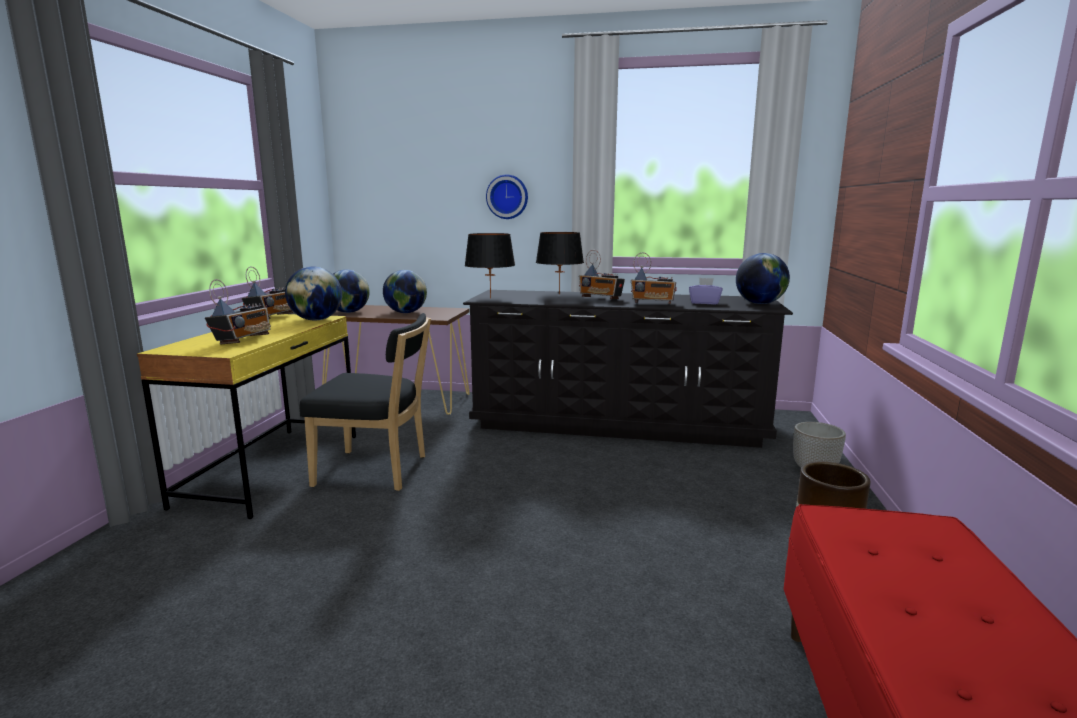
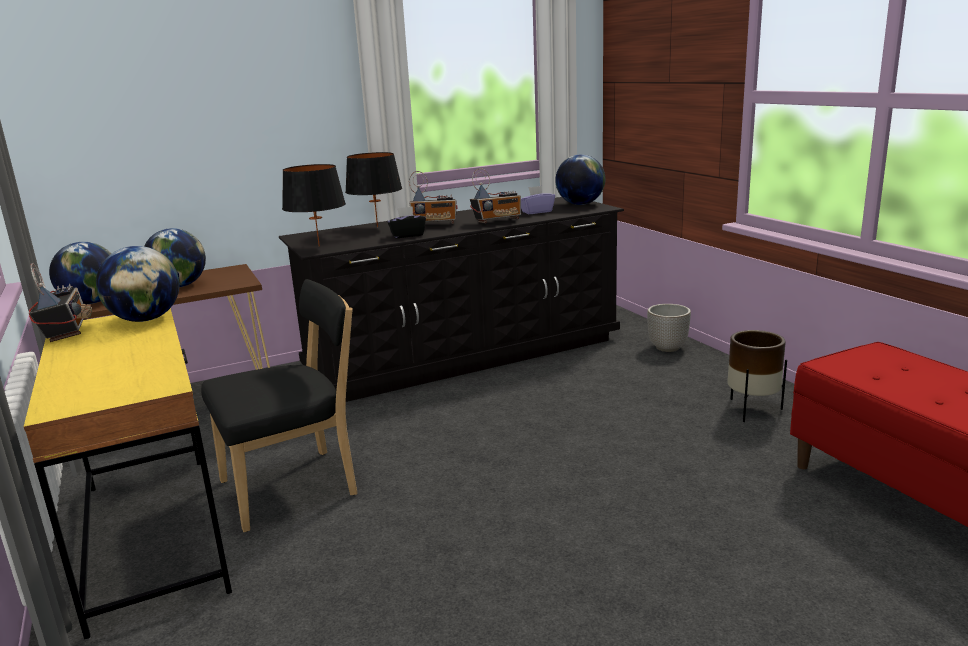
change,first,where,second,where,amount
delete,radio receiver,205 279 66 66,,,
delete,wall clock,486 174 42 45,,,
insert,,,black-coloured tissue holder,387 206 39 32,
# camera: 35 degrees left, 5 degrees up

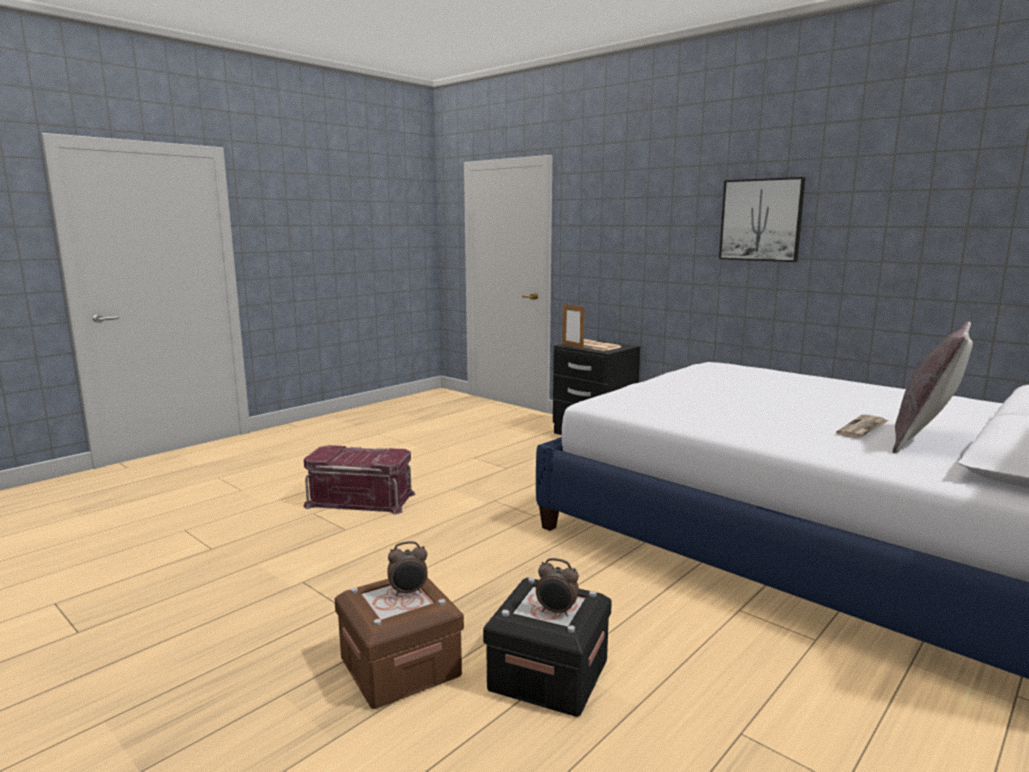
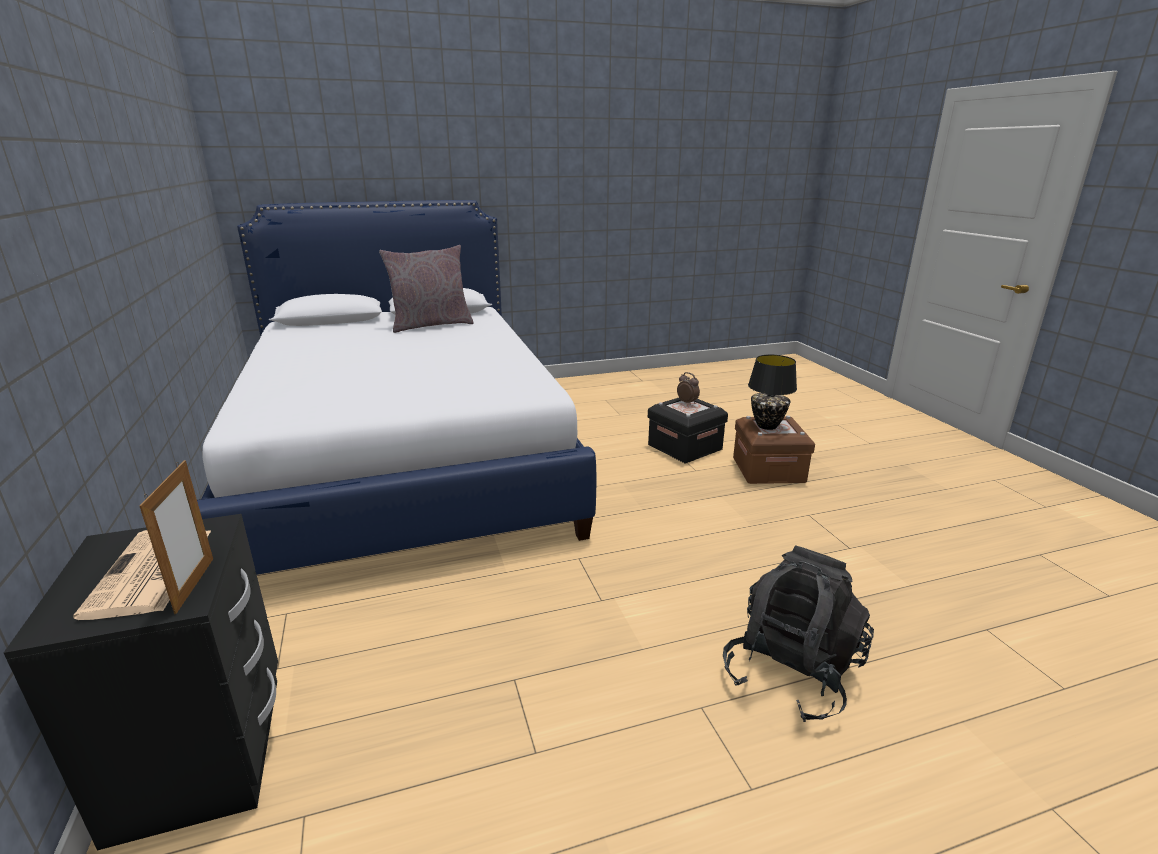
change,first,where,second,where,amount
replace,reddish storage bin,303 445 113 70,black-coloured rucksack,723 545 151 177,
replace,alarm clock,387 541 41 55,black-coloured table lamp,748 355 49 75,
delete,wall picture,719 177 87 85,,,
delete,printed paper,836 415 53 23,,,
# camera: 150 degrees left, 10 degrees up

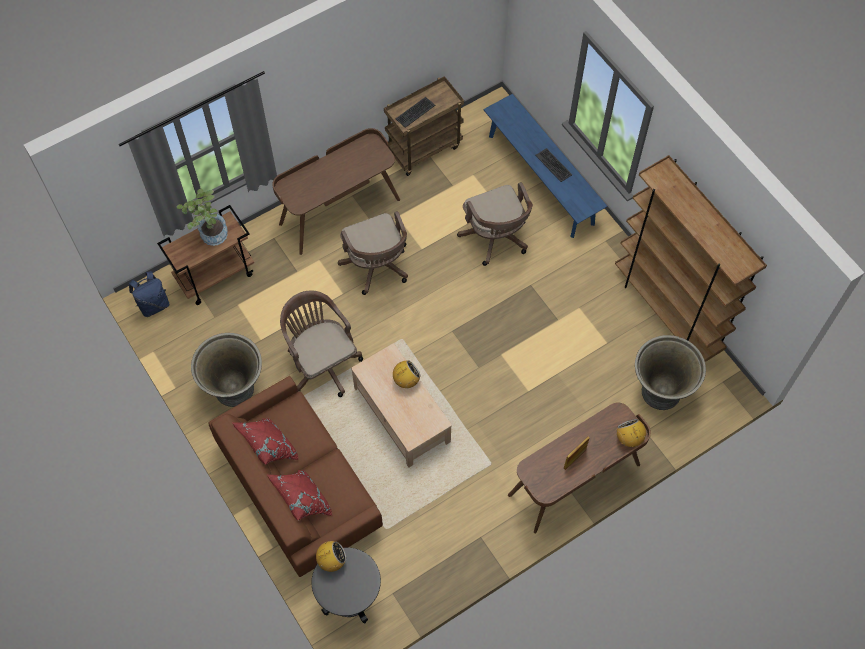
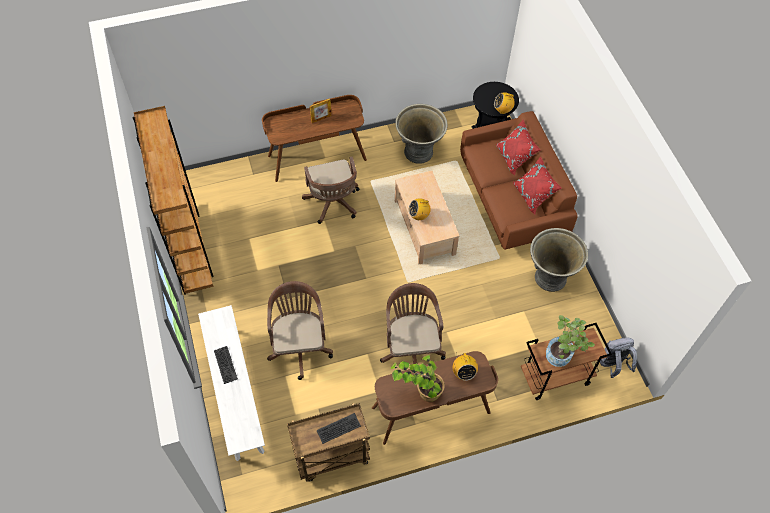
change,first,where,second,where,amount
recolor,blue rucksack,129 271 40 46,gray rucksack,600 337 37 41,
move,brown office chair,280 290 83 107,,302 157 57 67,
recolor,blue indoor bench,483 94 124 144,whitish indoor bench,198 305 67 156,
move,radio receiver,617 419 29 28,,453 353 25 28,
move,gray planter,635 335 71 75,,395 104 53 60,
insert,,,potted plant,390 355 55 47,
# camera: 165 degrees left, 5 degrees down

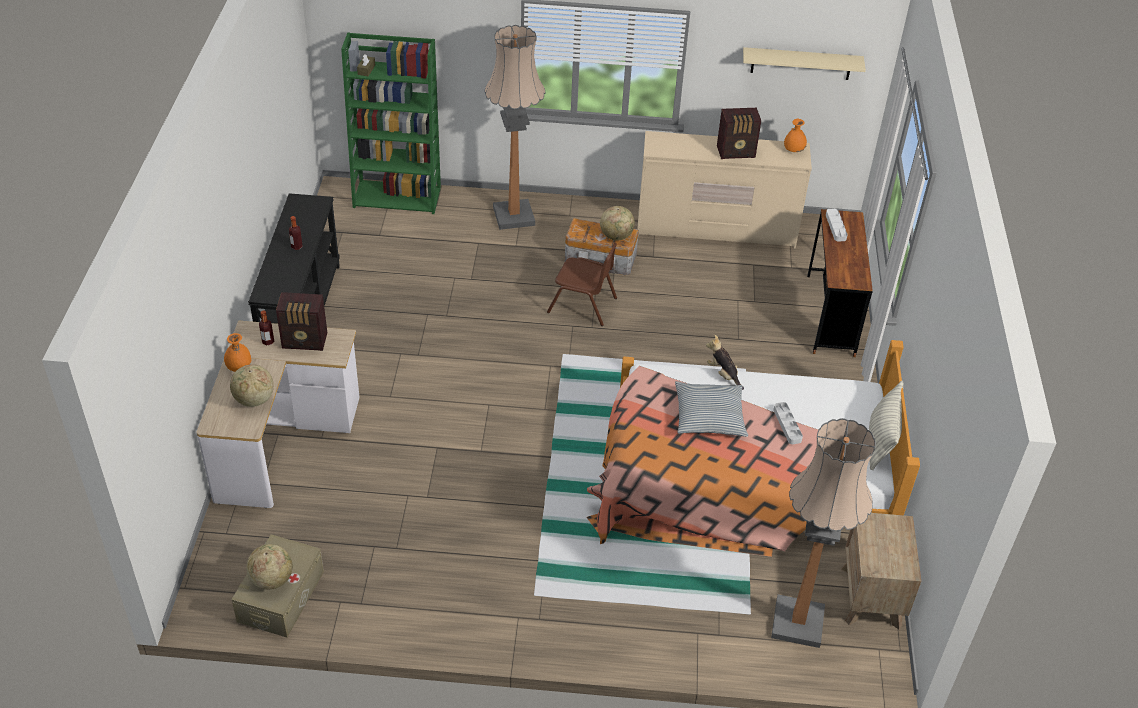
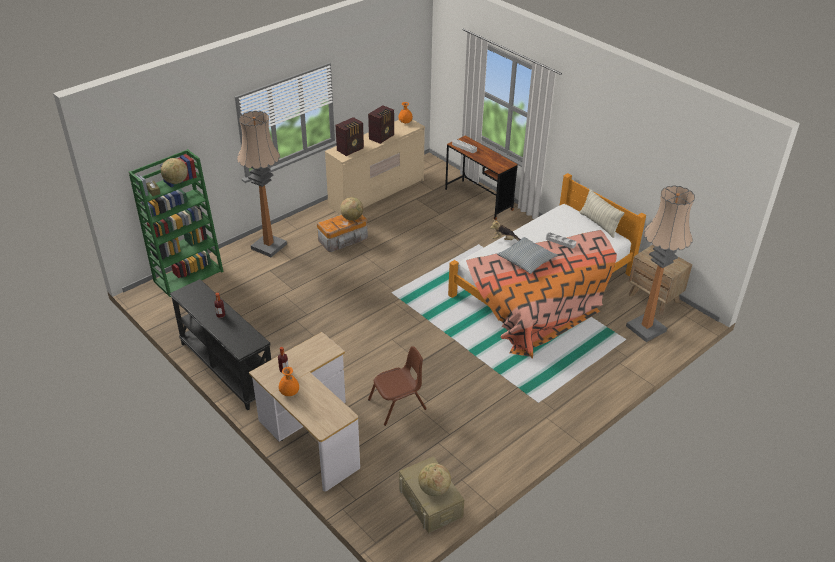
change,first,where,second,where,amount
move,world globe,230 364 44 43,,161 158 27 26,
move,radio receiver,276 292 51 59,,336 117 28 39,
move,brown upright chair,547 243 70 83,,368 346 59 80,
delete,beige-coloured wall shelf,743 47 123 33,,,
# camera: 45 degrees left, 5 degrees down

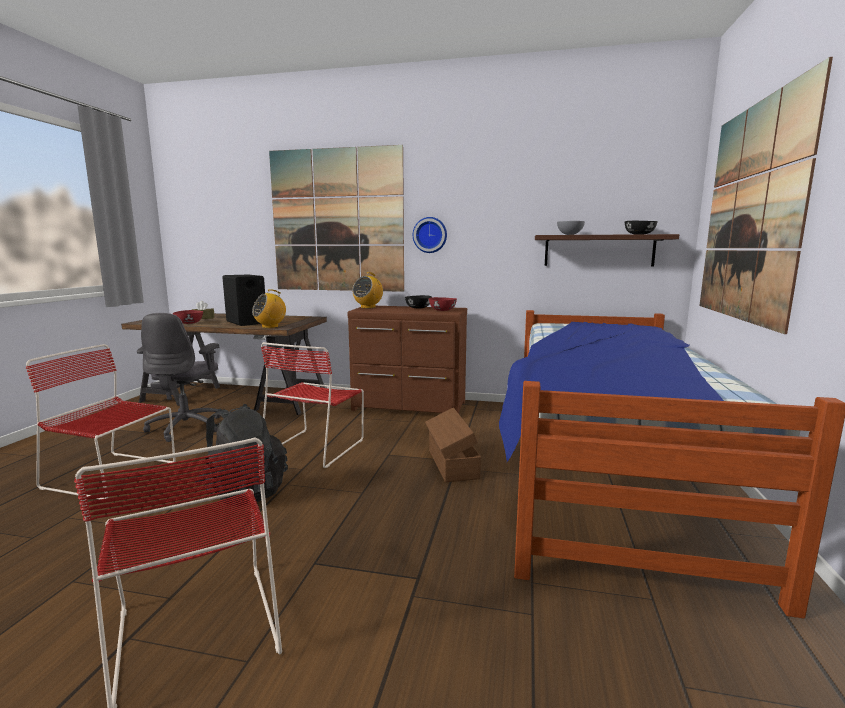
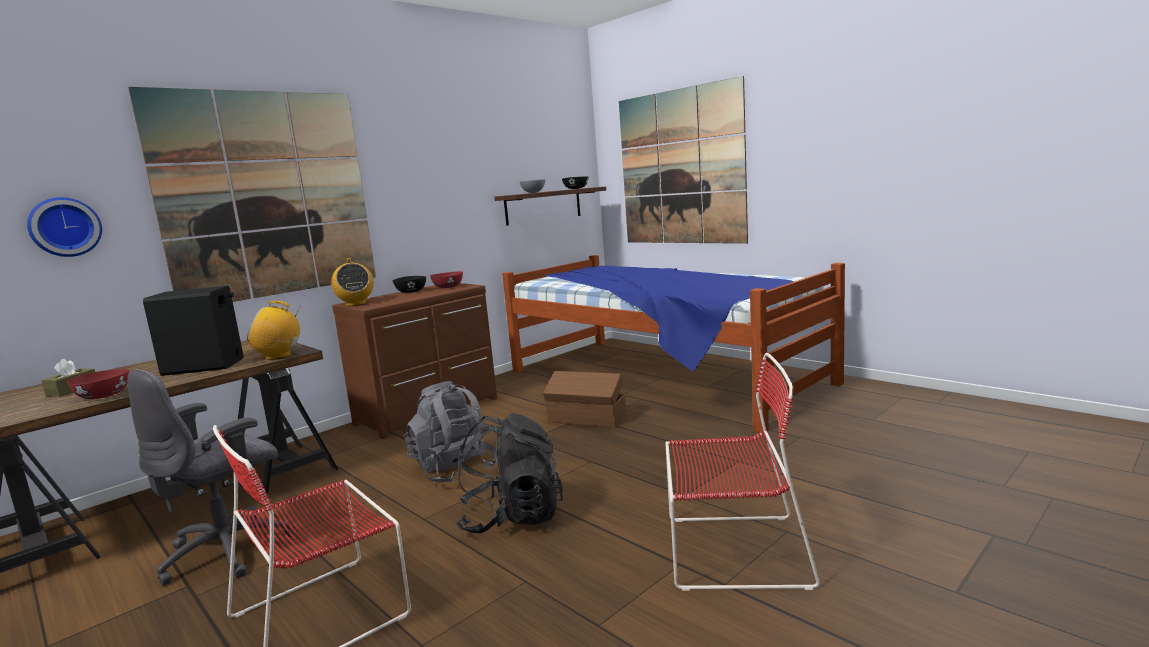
change,first,where,second,where,amount
rotate,gray office chair,137 313 84 129,,127 369 167 217,90 degrees clockwise
rotate,radio receiver,252 289 34 39,,247 301 54 59,90 degrees clockwise
replace,reddish upright chair,261 342 103 126,gray rucksack,404 381 94 102,
move,wall clock,413 217 34 36,,27 197 75 60,
# camera: 55 degrees left, 0 degrees up

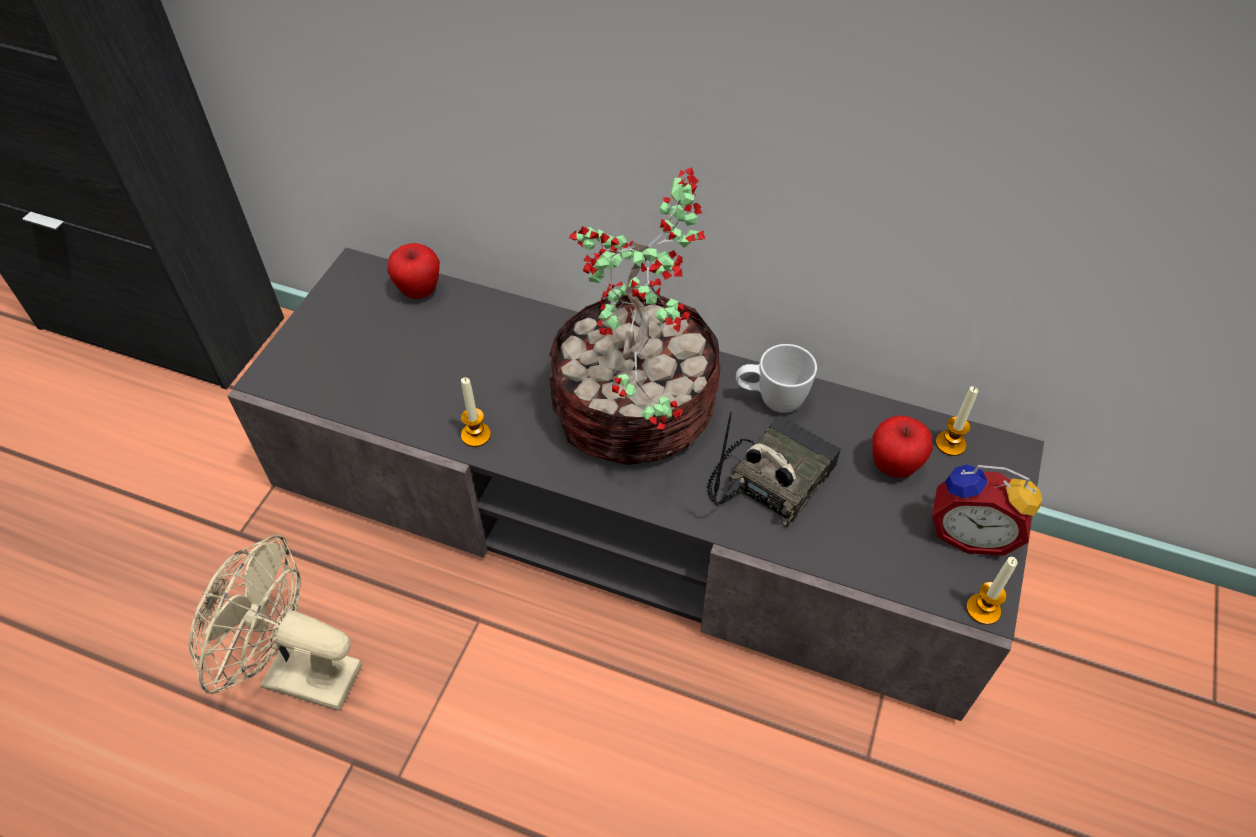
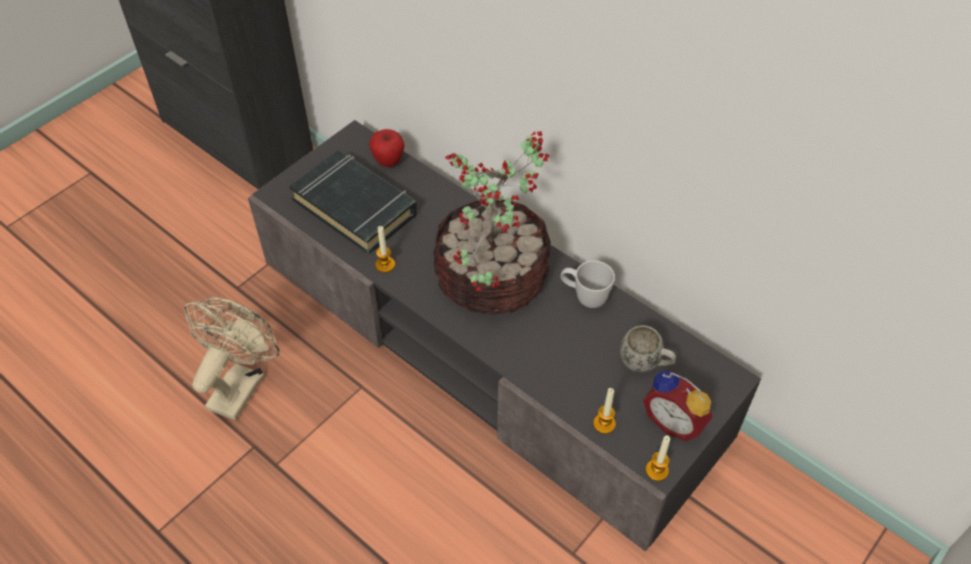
change,first,where,second,where,amount
rotate,beige-coloured fan,189 535 173 176,,184 297 95 123,75 degrees clockwise
delete,radio receiver,707 411 134 117,,,
replace,apple fruit,872 415 61 63,whitish coffee mug,620 325 56 48,
move,candle,936 386 42 70,,593 388 23 46,
insert,,,black-coloured bound book,289 150 128 104,
# camera: 20 degrees right, 0 degrees up

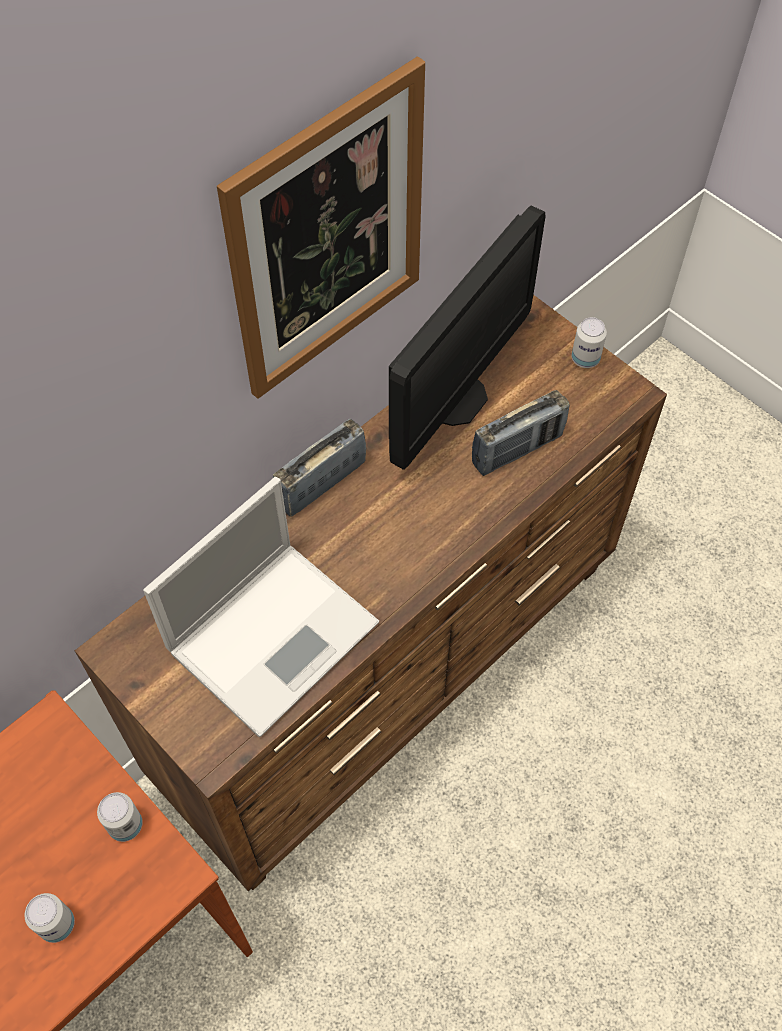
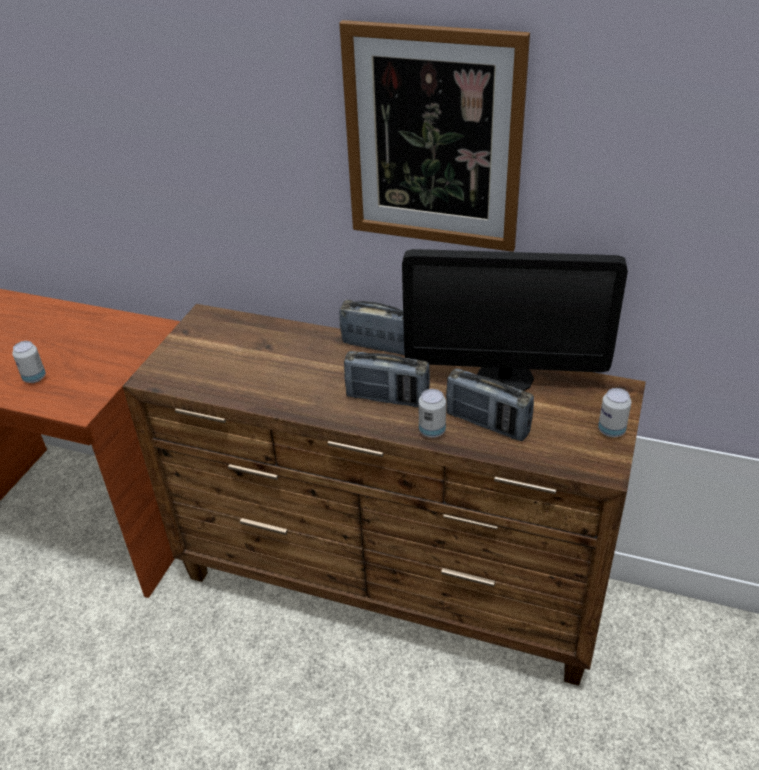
change,first,where,second,where,amount
move,can,97 792 46 50,,418 389 28 49,
delete,portable computer,143 477 236 260,,,
insert,,,radio receiver,344 351 86 57,
# camera: 65 degrees right, 20 degrees down

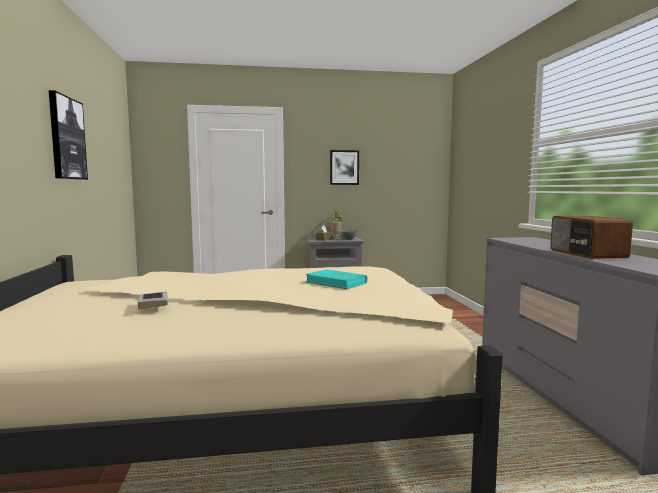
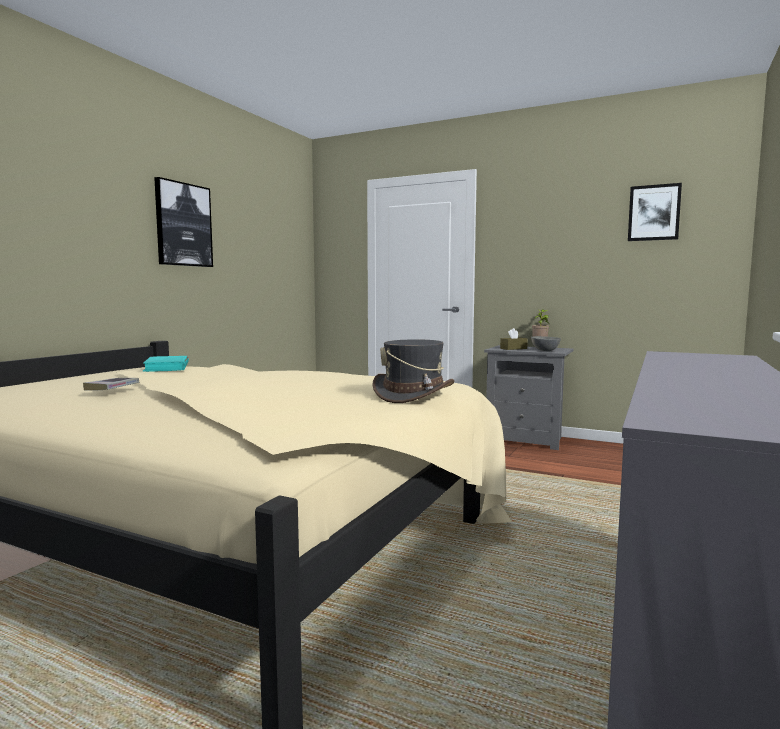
change,first,where,second,where,amount
move,turquoise-coloured bound book,305 269 63 20,,143 356 46 16,
move,wall picture,330 150 29 35,,628 183 54 58,
delete,radio receiver,550 216 83 43,,,
insert,,,gray wearable hat,372 339 82 64,
# camera: 35 degrees right, 0 degrees up

